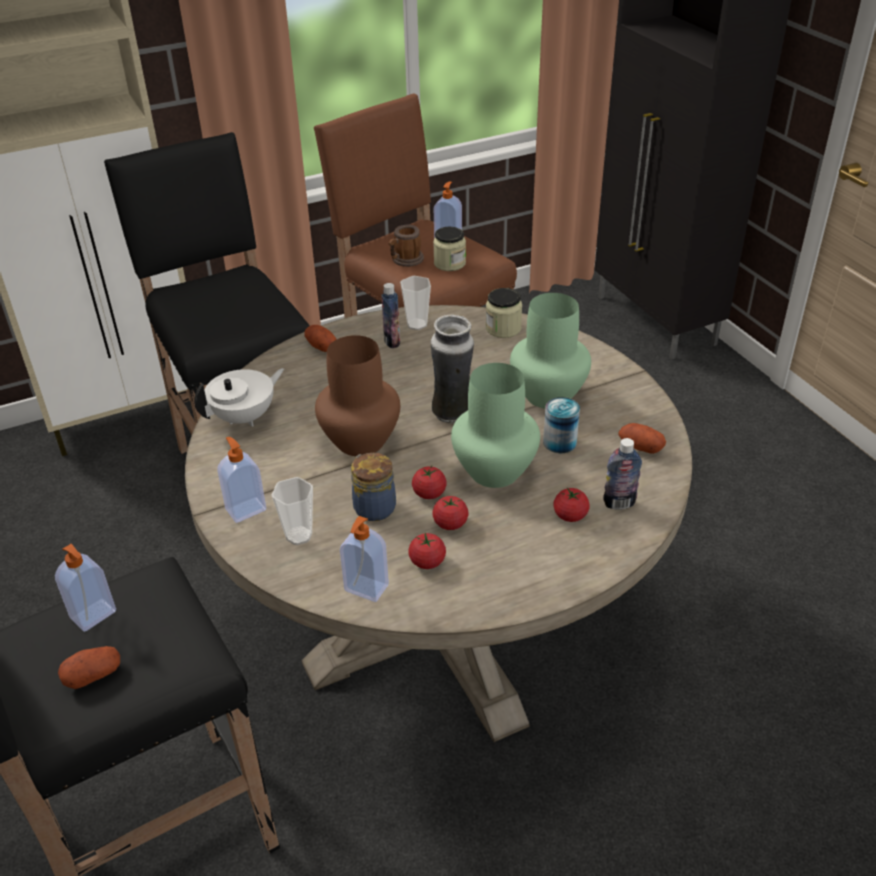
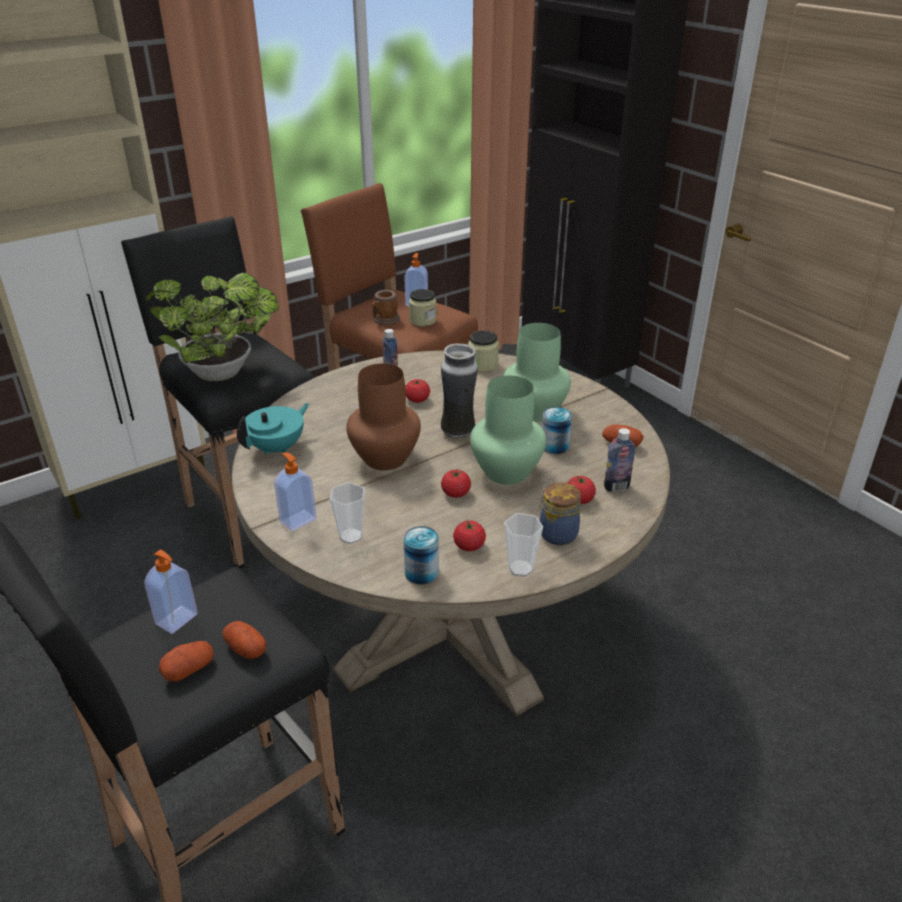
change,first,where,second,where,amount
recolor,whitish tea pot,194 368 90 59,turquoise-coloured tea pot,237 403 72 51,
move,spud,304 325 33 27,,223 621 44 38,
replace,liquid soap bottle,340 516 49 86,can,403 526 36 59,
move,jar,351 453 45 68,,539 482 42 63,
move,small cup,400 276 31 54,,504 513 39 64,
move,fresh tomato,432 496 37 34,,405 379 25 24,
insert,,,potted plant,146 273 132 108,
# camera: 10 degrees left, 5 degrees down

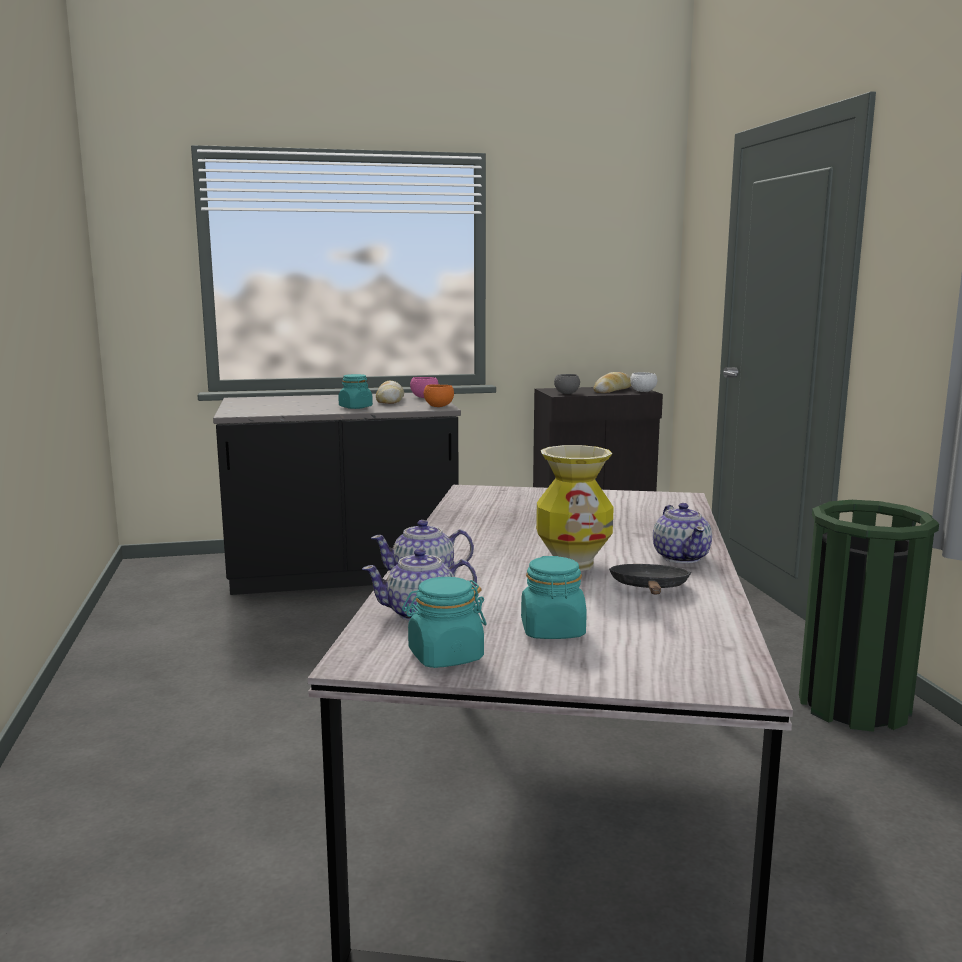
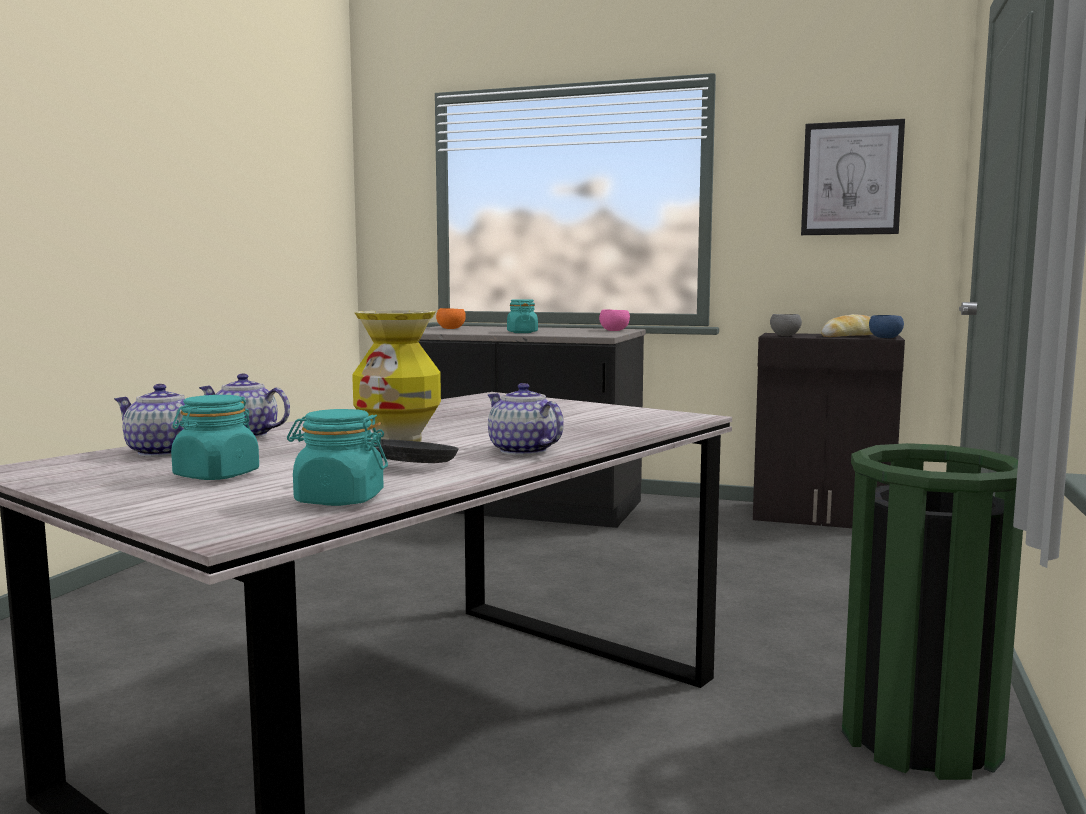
change,first,where,second,where,amount
delete,bakery bread,376 381 28 23,,,
move,turquoise-coloured jar,402 577 85 91,,287 409 101 97,
move,orange-coloured deep dish,424 384 30 23,,436 308 30 21,
recolor,whitish deep dish,630 372 27 20,blue deep dish,869 315 35 23,
rotate,tea pot,653 503 59 60,,487 383 77 73,120 degrees clockwise
insert,,,wall picture,801 119 104 116,
# camera: 30 degrees right, 5 degrees down

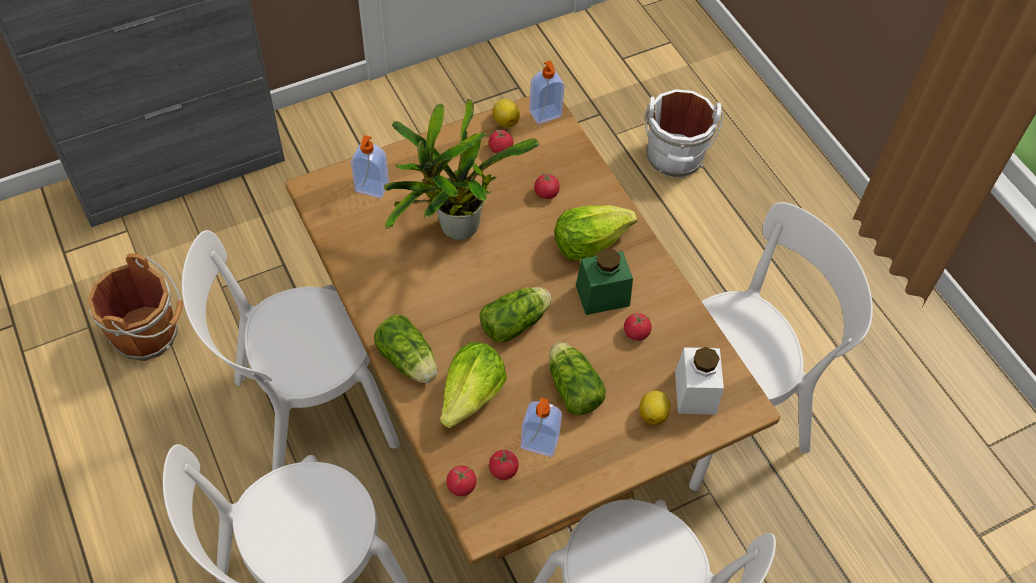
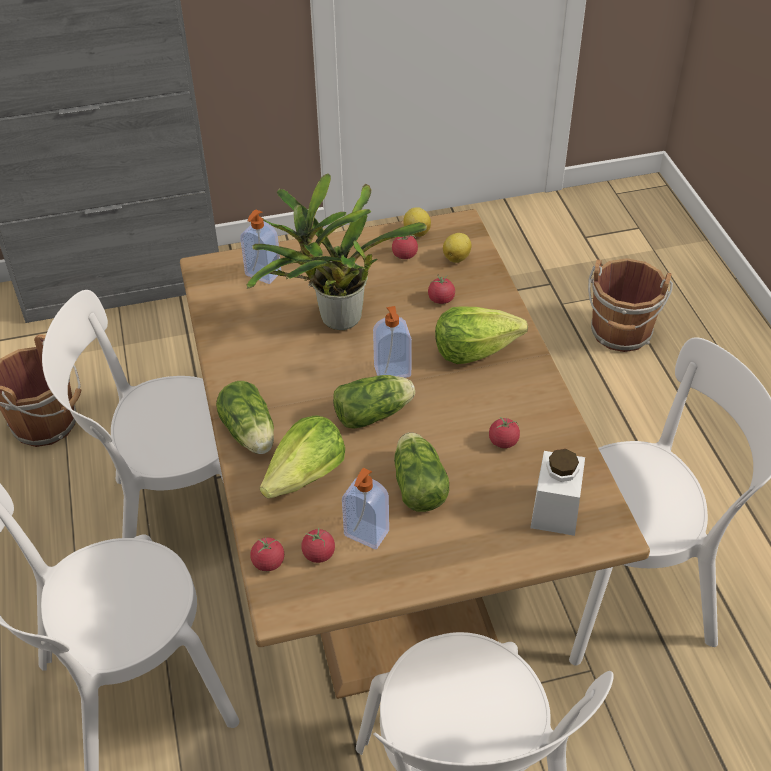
change,first,where,second,where,amount
move,liquid soap bottle,529 61 36 63,,373 306 39 72,
delete,green jar,576 249 57 66,,,
move,lemon,639 390 31 35,,443 233 29 30,
recolor,whitish water bucket,645 89 78 89,brown water bucket,588 258 85 94,
# camera: 15 degrees right, 10 degrees down

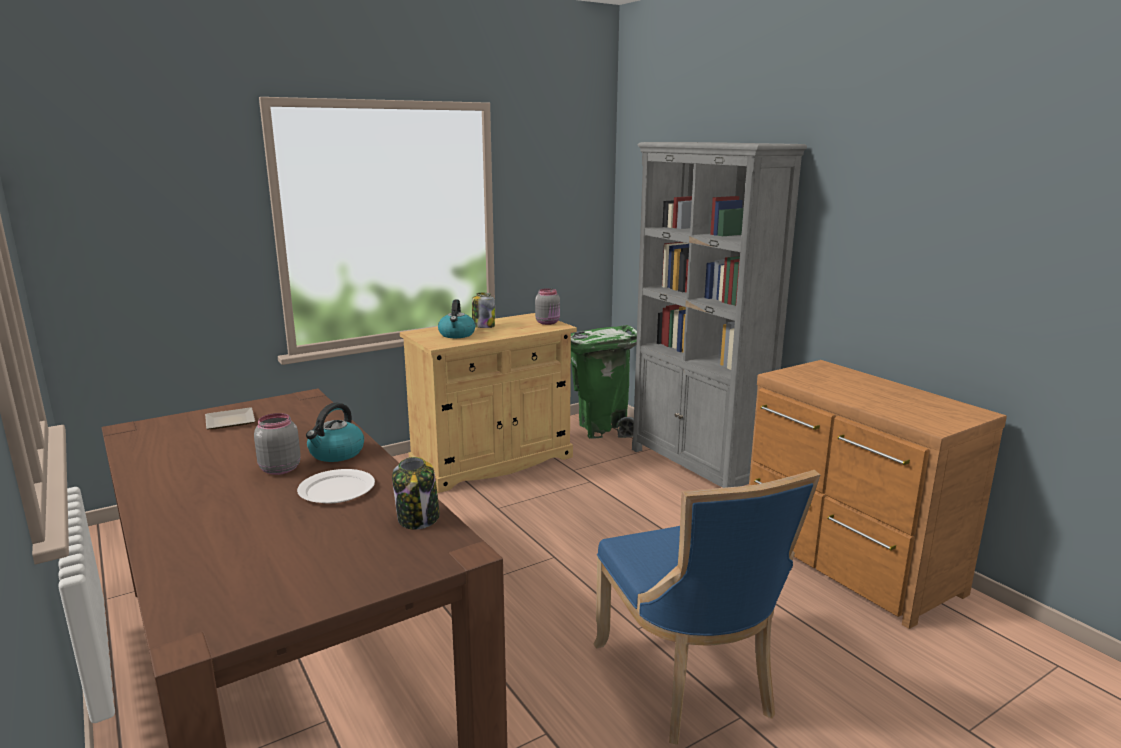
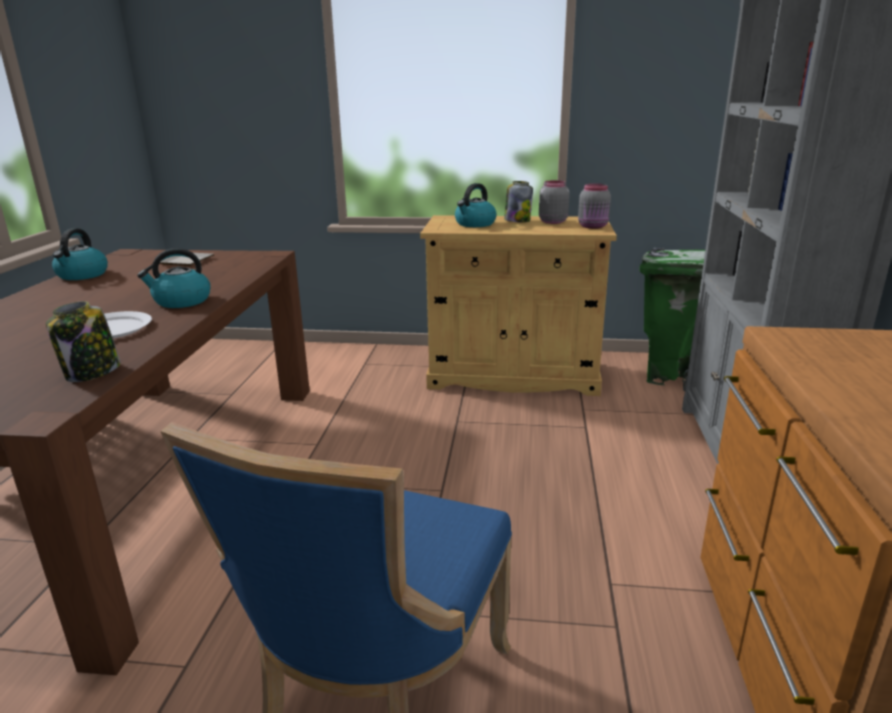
change,first,where,second,where,amount
move,gray jar,254 413 47 62,,539 180 31 44,
insert,,,kettle,52 228 56 52,
# camera: 40 degrees right, 5 degrees up

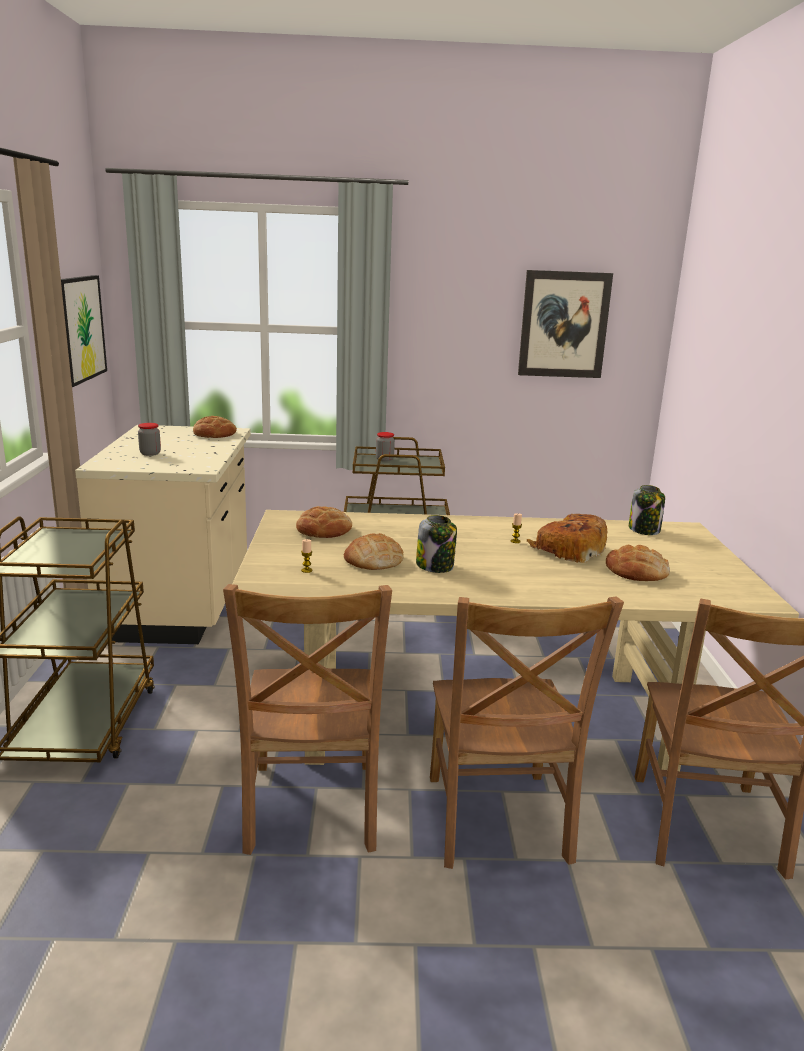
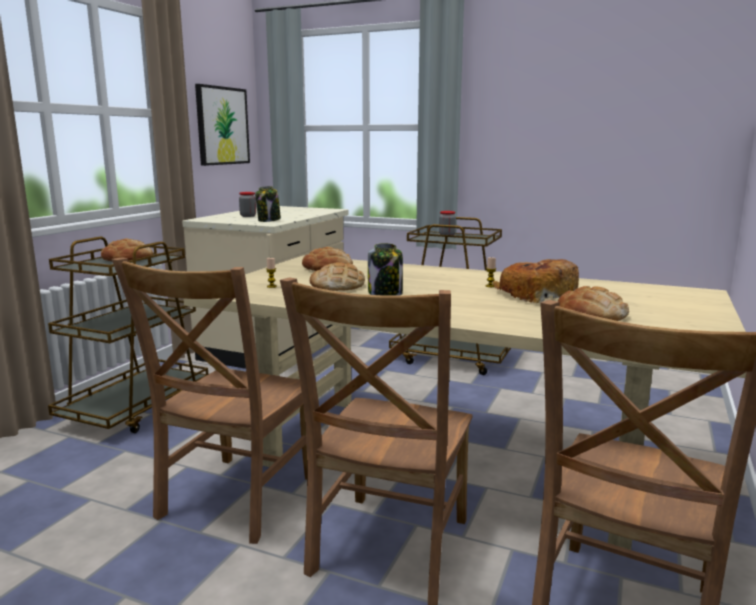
change,first,where,second,where,amount
move,bakery bread,193 416 44 22,,101 239 52 22,
delete,wall picture,518 270 95 108,,,
move,jar,629 485 36 50,,255 186 26 36,
# camera: 25 degrees right, 5 degrees down

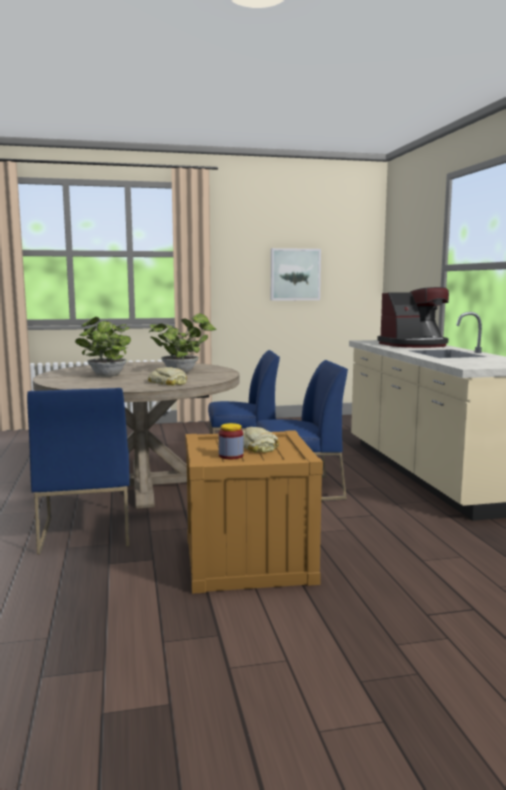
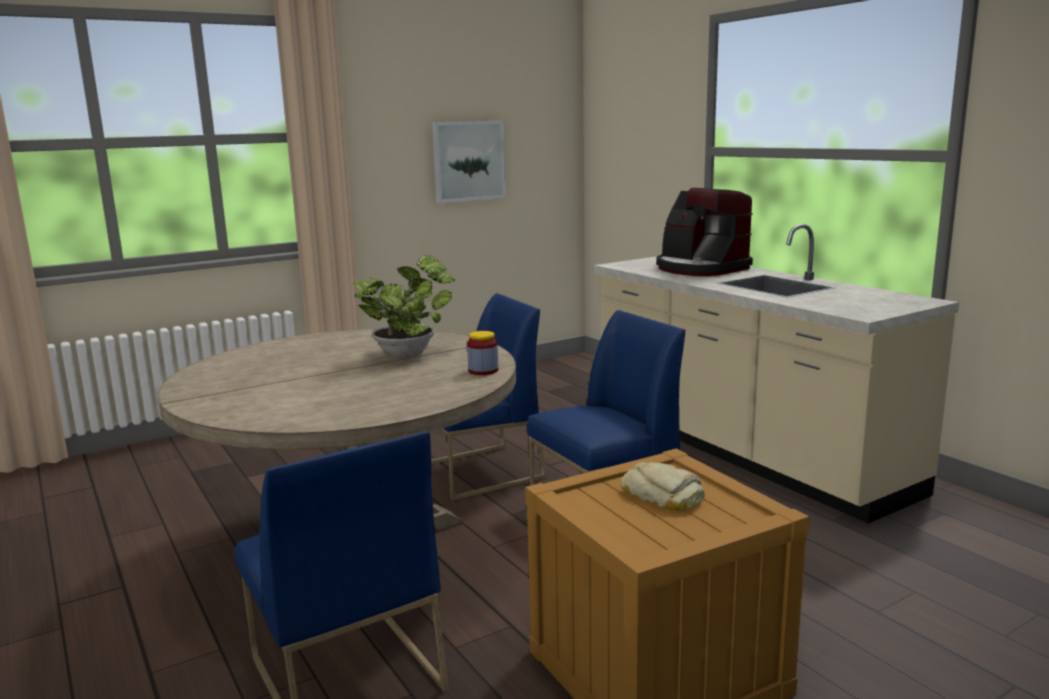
change,first,where,second,where,amount
delete,potted plant,75 317 56 60,,,
delete,bakery bread,148 367 39 19,,,
move,jar,219 423 25 36,,467 331 31 44,
rotate,coffee brewer,377 287 72 61,,656 188 97 88,90 degrees clockwise
# camera: 20 degrees left, 5 degrees up

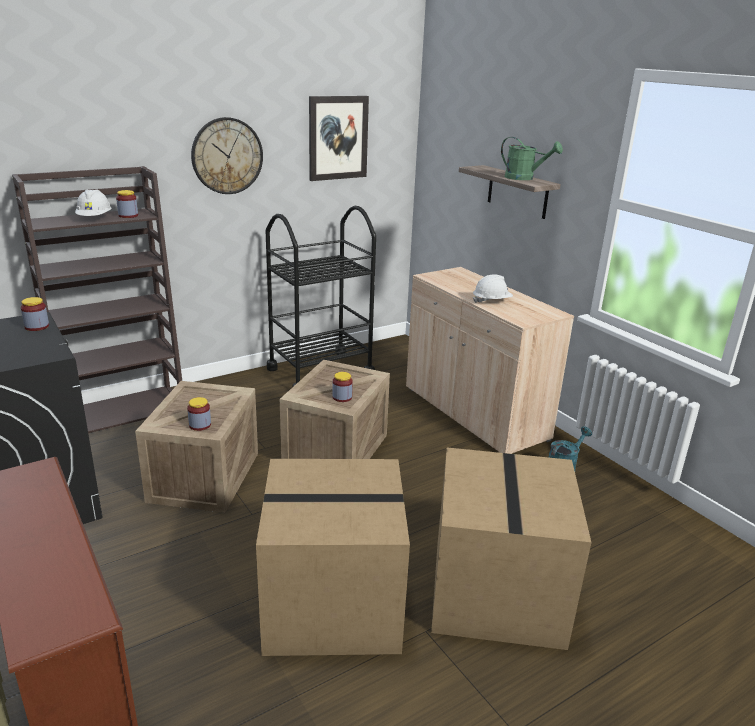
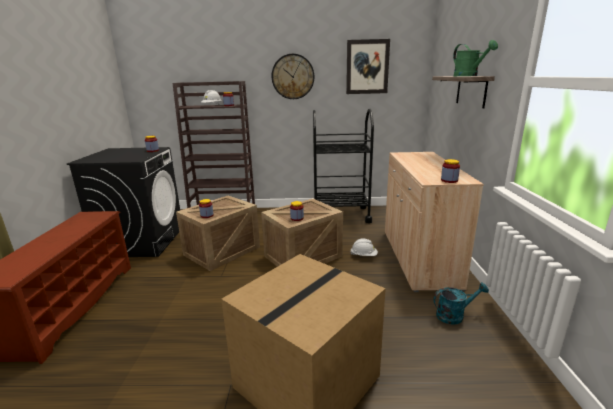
change,first,where,second,where,amount
delete,packing box,256 459 154 197,,,
move,whitish work helmet,473 274 40 29,,351 239 27 17,
insert,,,jar,441 159 19 24,
# camera: 35 degrees right, 5 degrees down

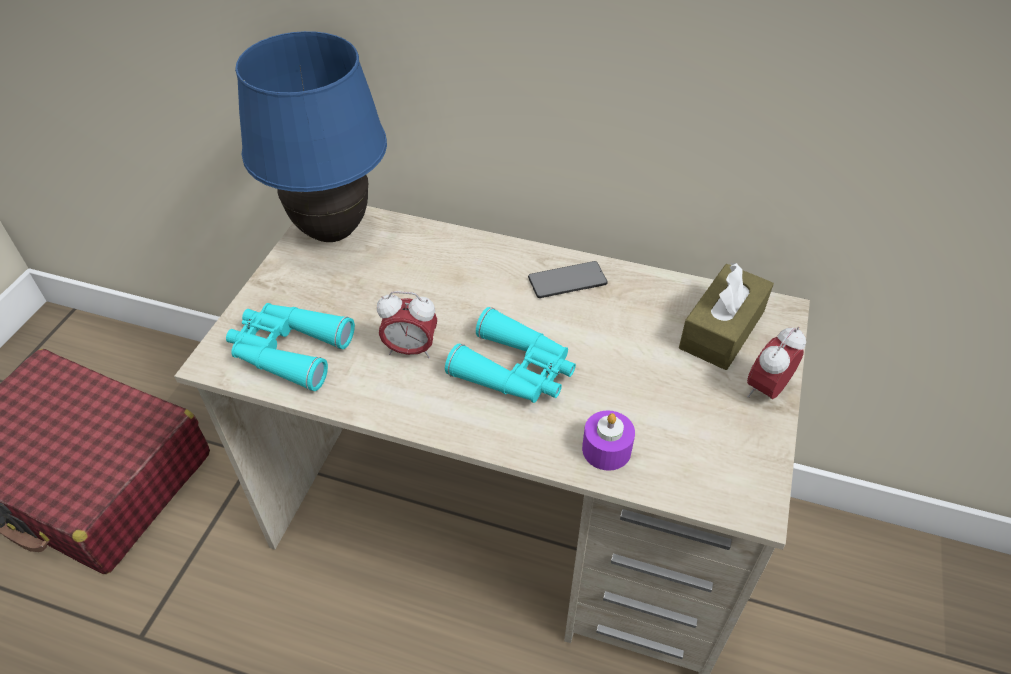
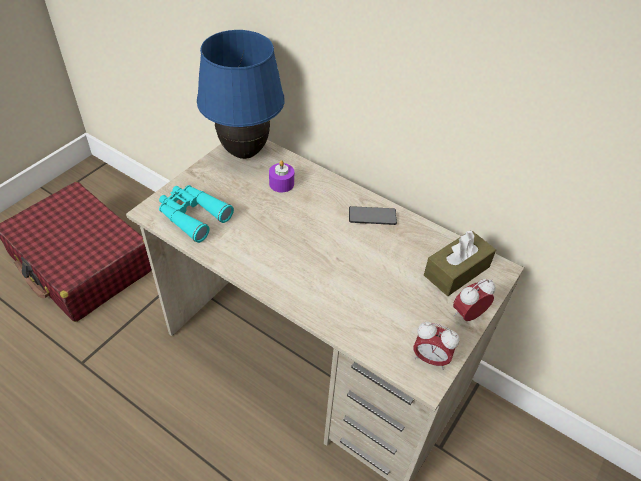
change,first,where,second,where,amount
move,alarm clock,377 291 60 67,,413 322 46 48,
delete,turquoise-coloured field glasses,445 307 131 96,,,
move,purplish candle,582 410 53 61,,269 160 25 32,
# camera: 15 degrees right, 0 degrees up

